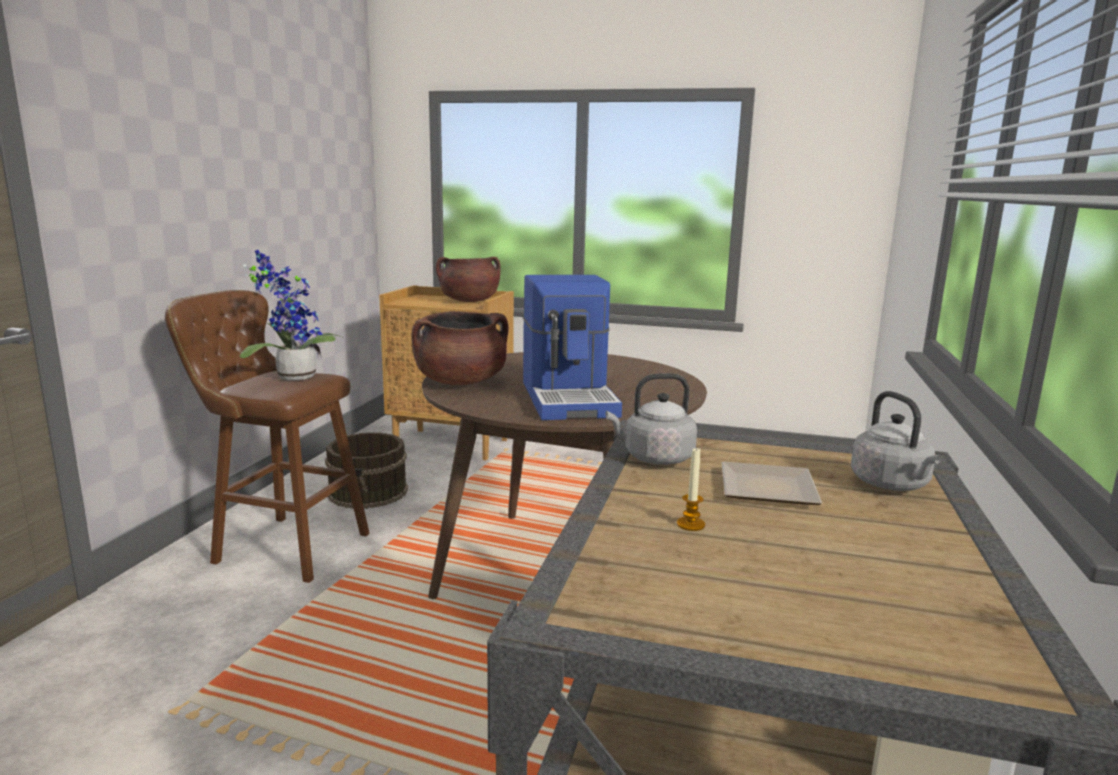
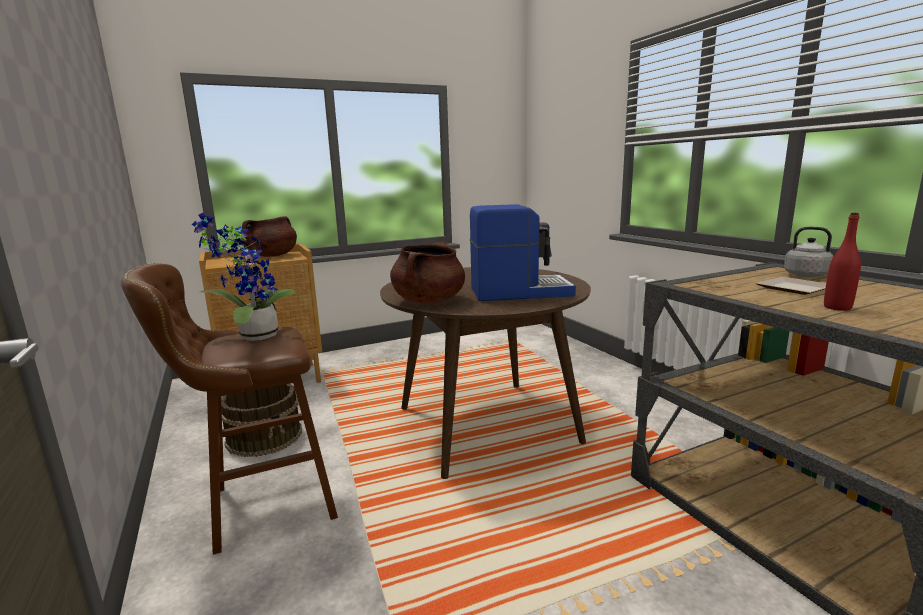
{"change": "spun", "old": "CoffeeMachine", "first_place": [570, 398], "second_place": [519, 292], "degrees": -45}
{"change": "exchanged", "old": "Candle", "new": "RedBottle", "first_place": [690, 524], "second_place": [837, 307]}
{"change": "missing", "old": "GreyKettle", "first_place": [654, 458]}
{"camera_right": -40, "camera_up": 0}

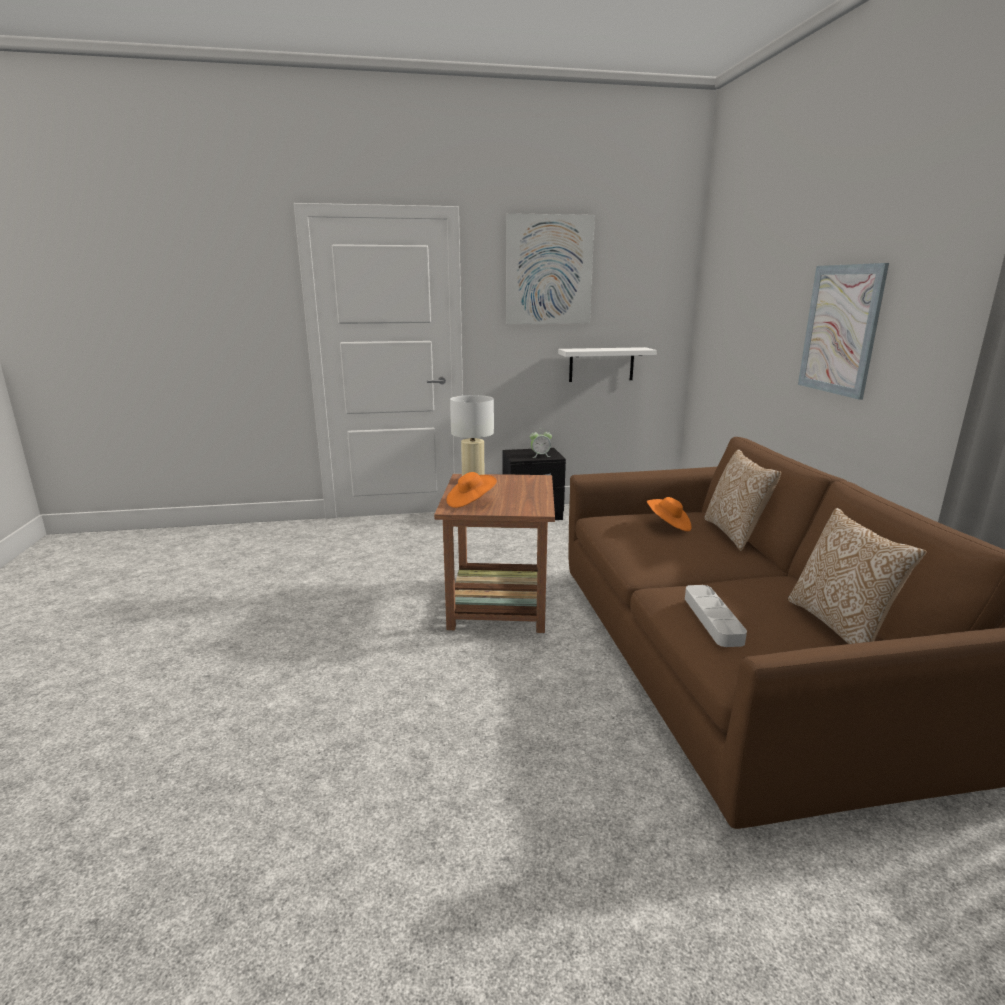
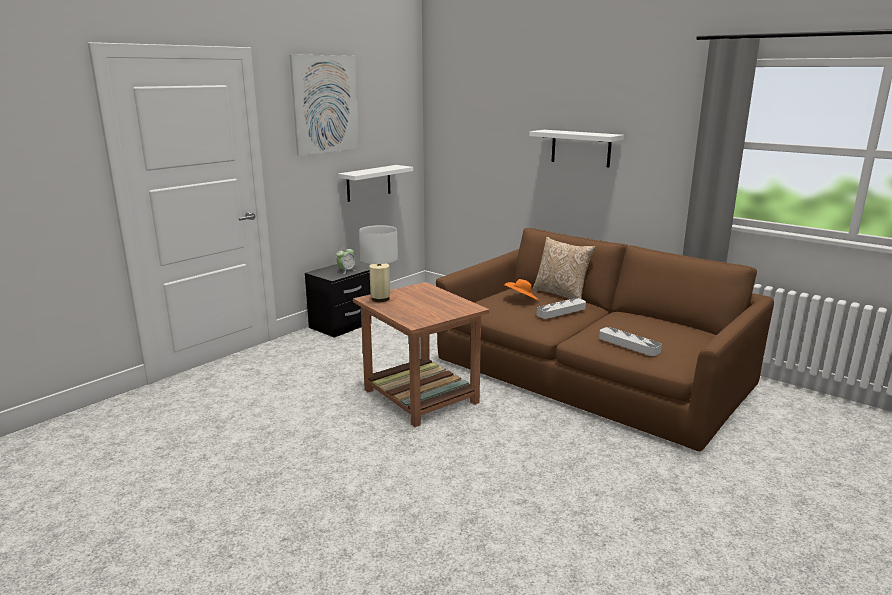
{"change": "exchanged", "old": "Picture", "new": "WhiteShelf", "first_place": [840, 330], "second_place": [581, 148]}
{"change": "appeared", "new": "GreyTray", "second_place": [561, 311]}
{"change": "missing", "old": "OrangeHat", "first_place": [471, 502]}
{"change": "missing", "old": "Pillow", "first_place": [840, 626]}
{"camera_right": -40, "camera_up": 0}

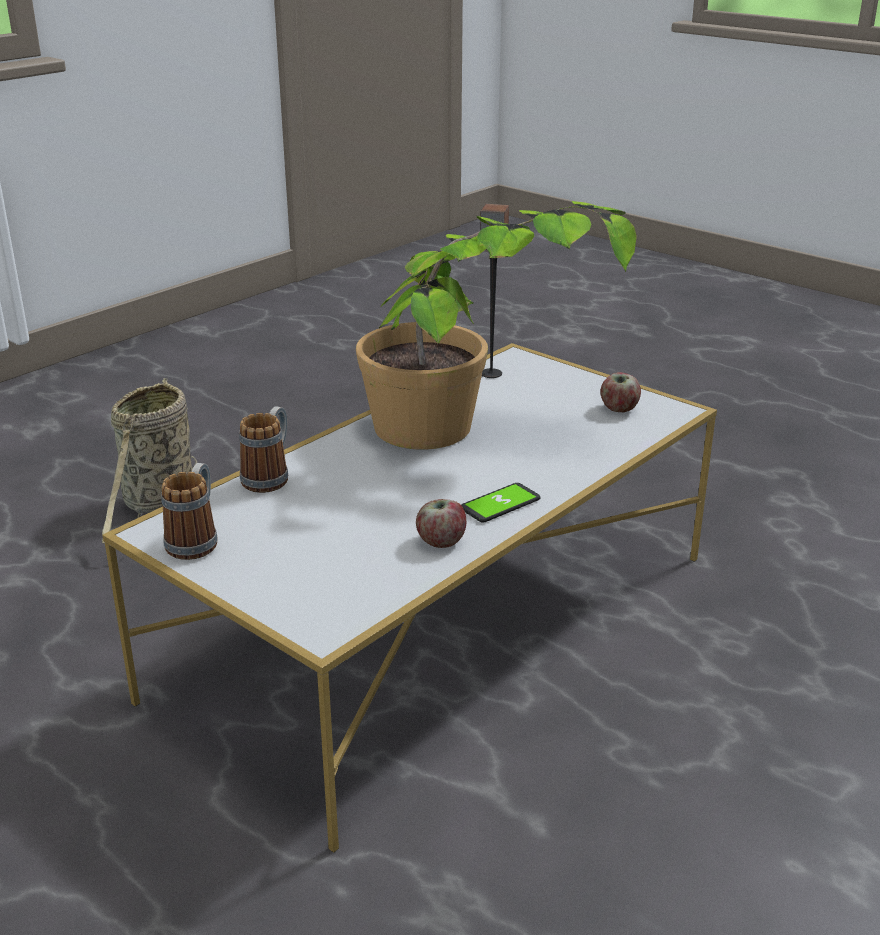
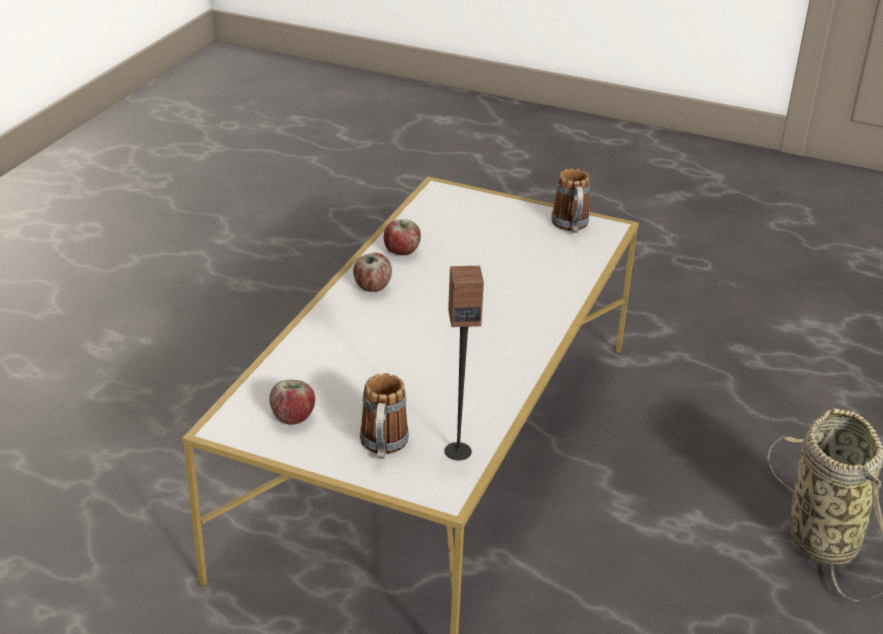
{"change": "exchanged", "old": "Phone", "new": "Apple", "first_place": [500, 504], "second_place": [372, 287]}
{"change": "relocated", "old": "Mug", "first_place": [270, 476], "second_place": [383, 447]}
{"change": "missing", "old": "PottedPlant", "first_place": [472, 436]}
{"camera_right": 160, "camera_up": 5}

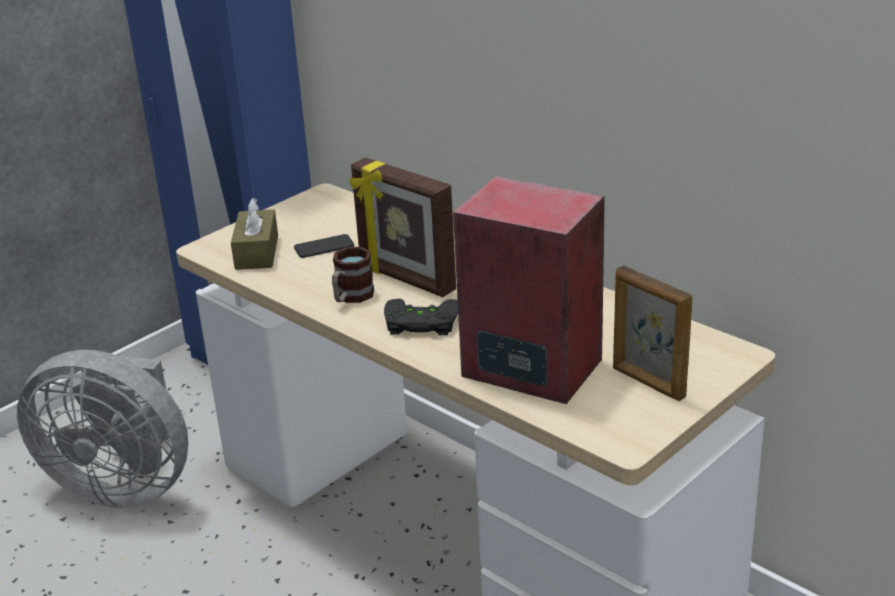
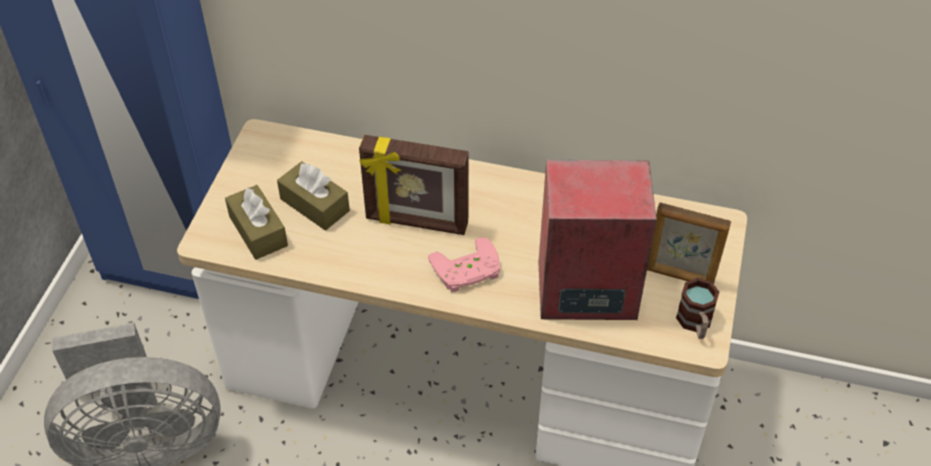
{"change": "exchanged", "old": "Phone", "new": "BrownTissueBox", "first_place": [324, 247], "second_place": [314, 205]}
{"change": "colour", "old": "BlackGameController", "new": "PinkGameController", "first_place": [421, 324], "second_place": [467, 271]}
{"change": "relocated", "old": "Mug", "first_place": [351, 297], "second_place": [695, 324]}
{"camera_right": -30, "camera_up": 20}

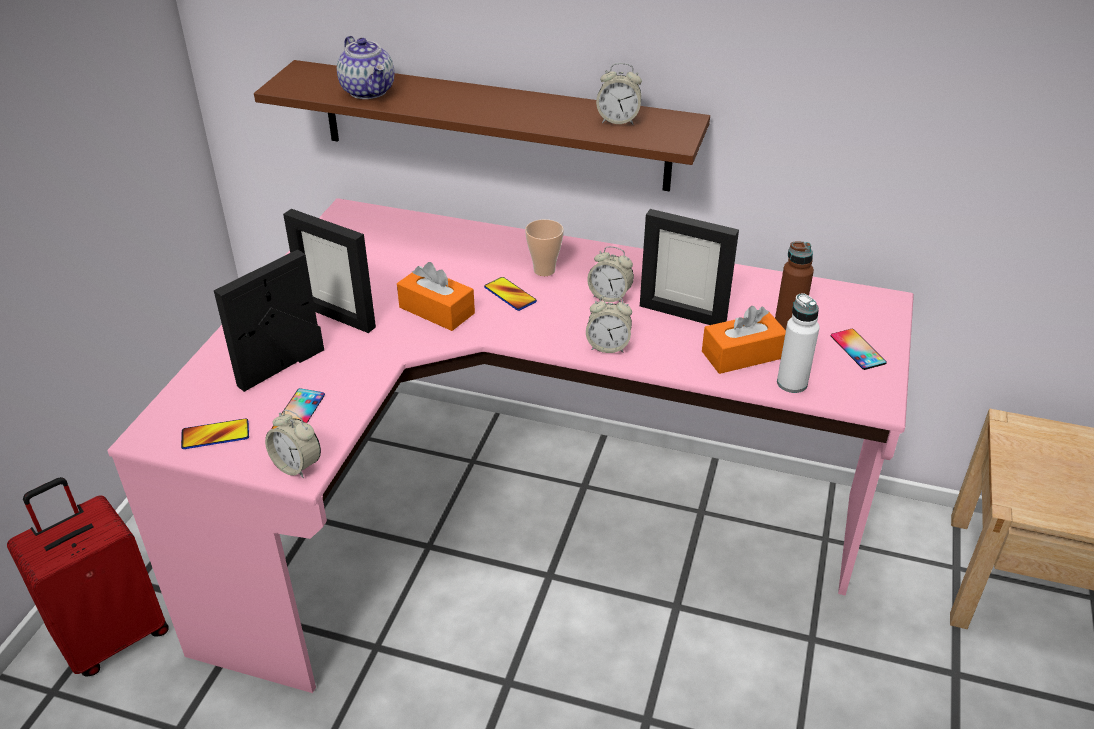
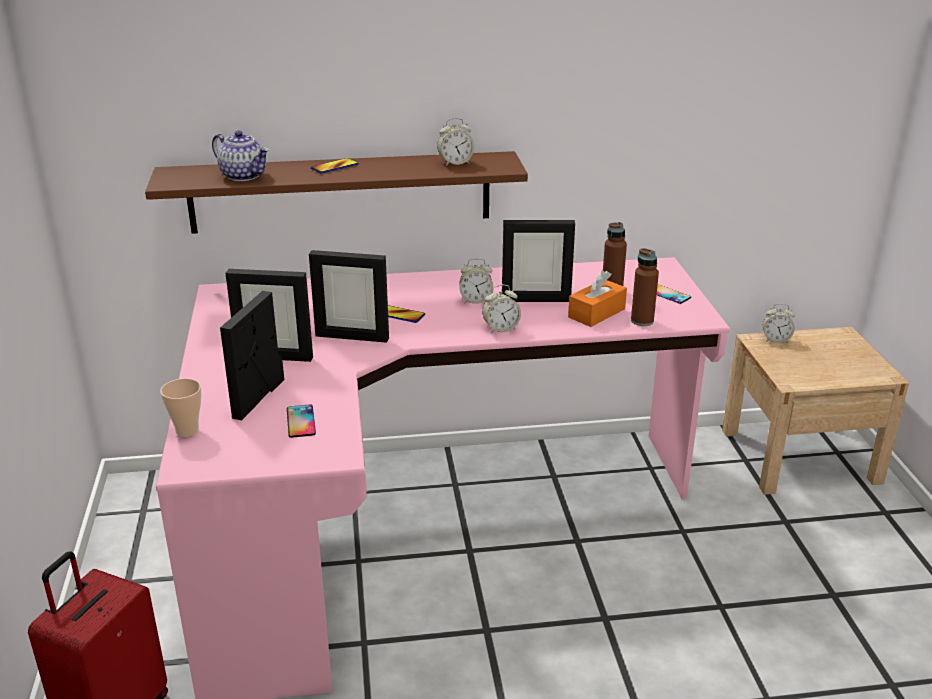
{"change": "relocated", "old": "Cup", "first_place": [544, 270], "second_place": [187, 431]}
{"change": "exchanged", "old": "OrangeTissueBox", "new": "PictureFrame", "first_place": [436, 310], "second_place": [352, 336]}
{"change": "relocated", "old": "Phone", "first_place": [215, 435], "second_place": [334, 167]}
{"change": "colour", "old": "WhiteBottle", "new": "BrownBottle", "first_place": [792, 383], "second_place": [642, 321]}
{"change": "relocated", "old": "AlarmClock", "first_place": [297, 465], "second_place": [775, 340]}
{"camera_right": -25, "camera_up": -10}

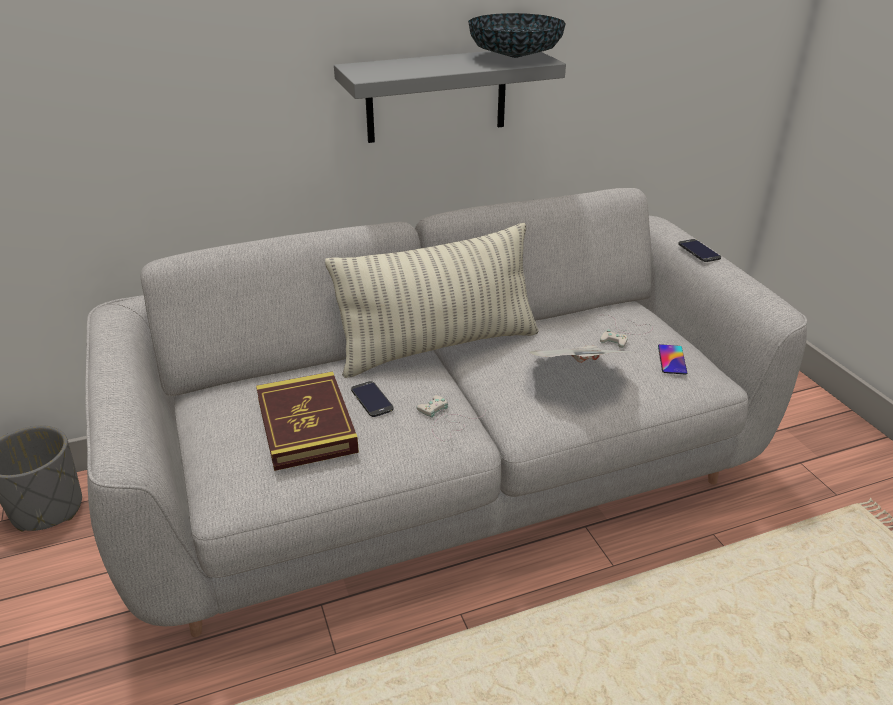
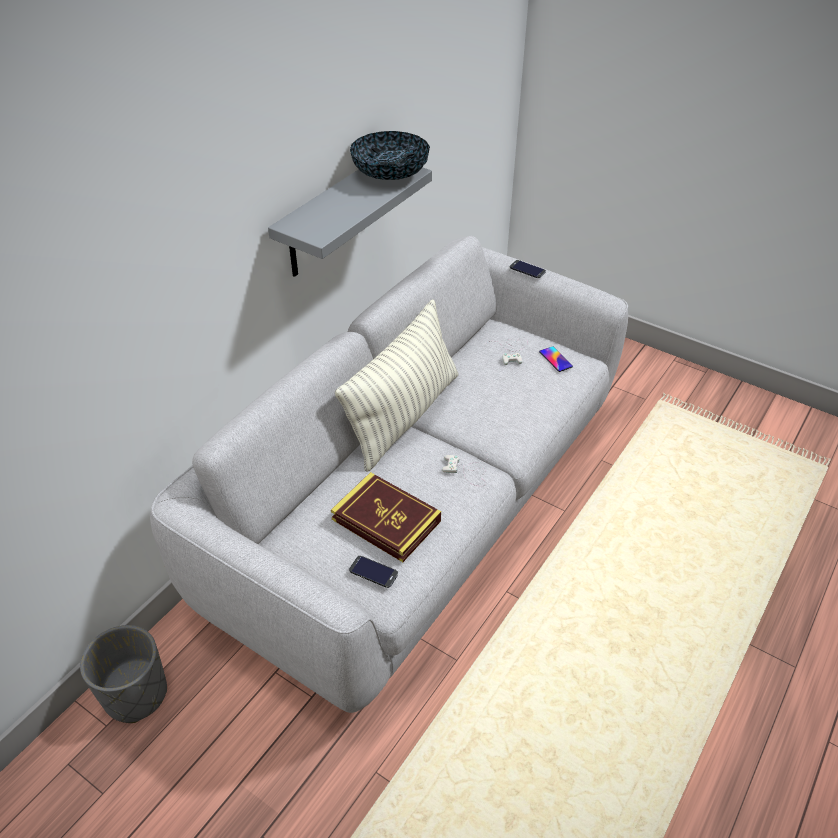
{"change": "relocated", "old": "Phone", "first_place": [372, 399], "second_place": [373, 572]}
{"change": "missing", "old": "Newspaper", "first_place": [578, 376]}
{"camera_right": -35, "camera_up": 10}

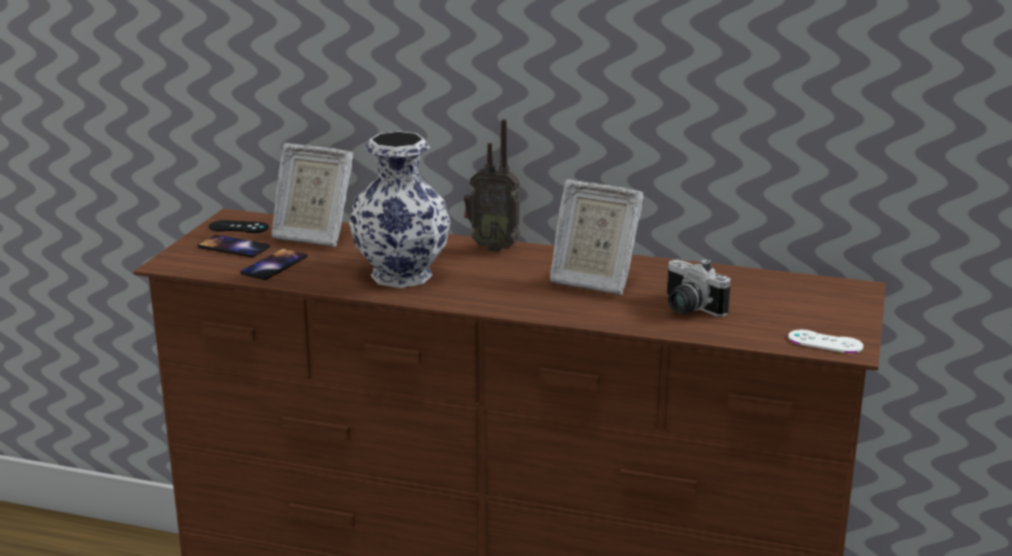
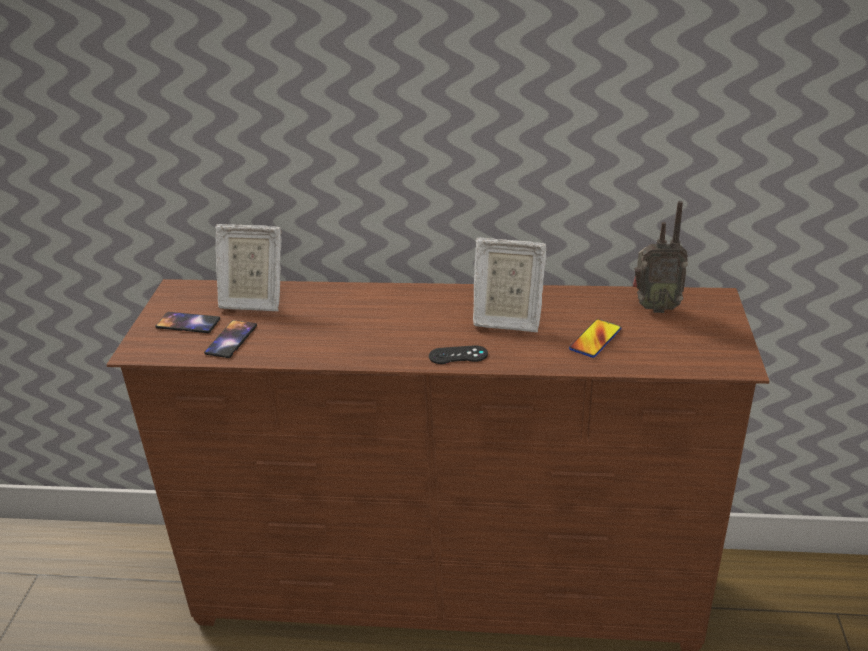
{"change": "relocated", "old": "BlackGameController", "first_place": [238, 227], "second_place": [458, 355]}
{"change": "exchanged", "old": "PhotoCamera", "new": "Phone", "first_place": [687, 309], "second_place": [595, 339]}
{"change": "relocated", "old": "Radio", "first_place": [493, 247], "second_place": [655, 307]}
{"change": "missing", "old": "Vase", "first_place": [403, 275]}
{"change": "missing", "old": "WhiteGameController", "first_place": [825, 342]}
{"camera_right": -10, "camera_up": 10}

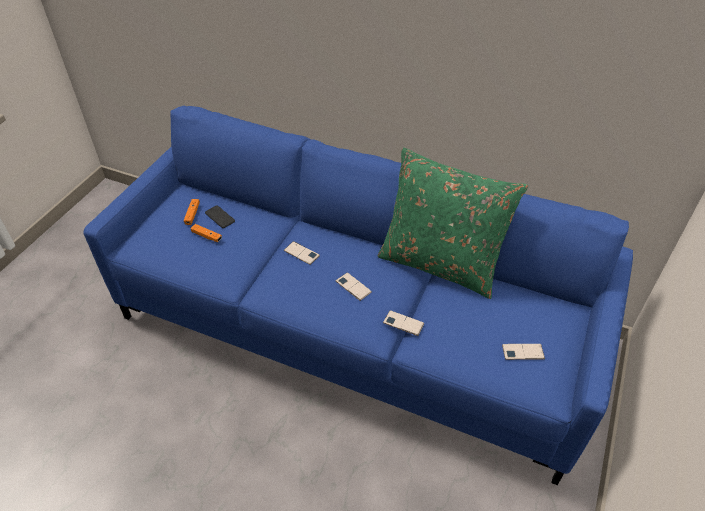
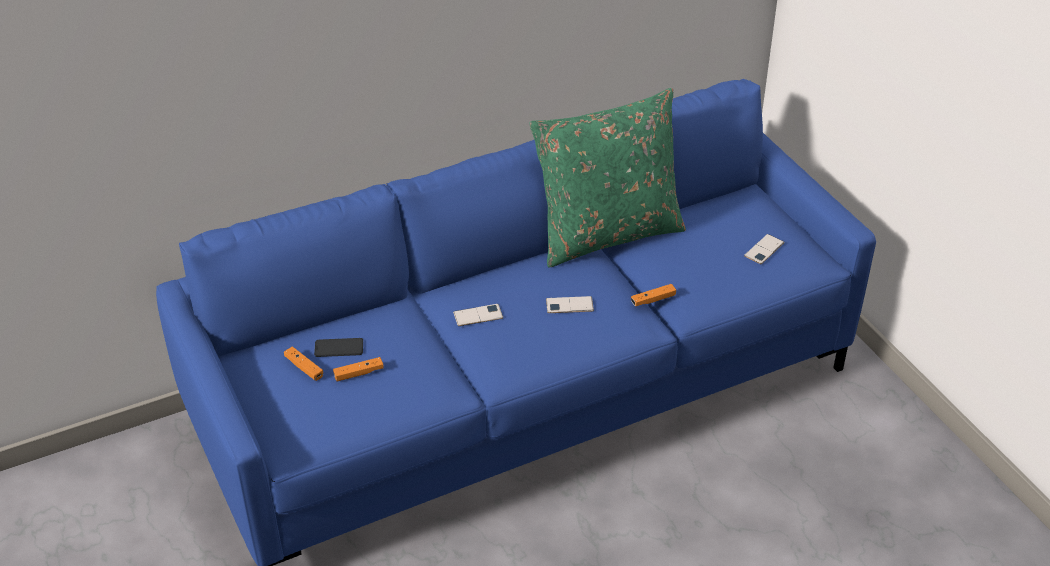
{"change": "exchanged", "old": "Phone", "new": "OrangeGameController", "first_place": [403, 323], "second_place": [653, 300]}
{"camera_right": -50, "camera_up": -5}

